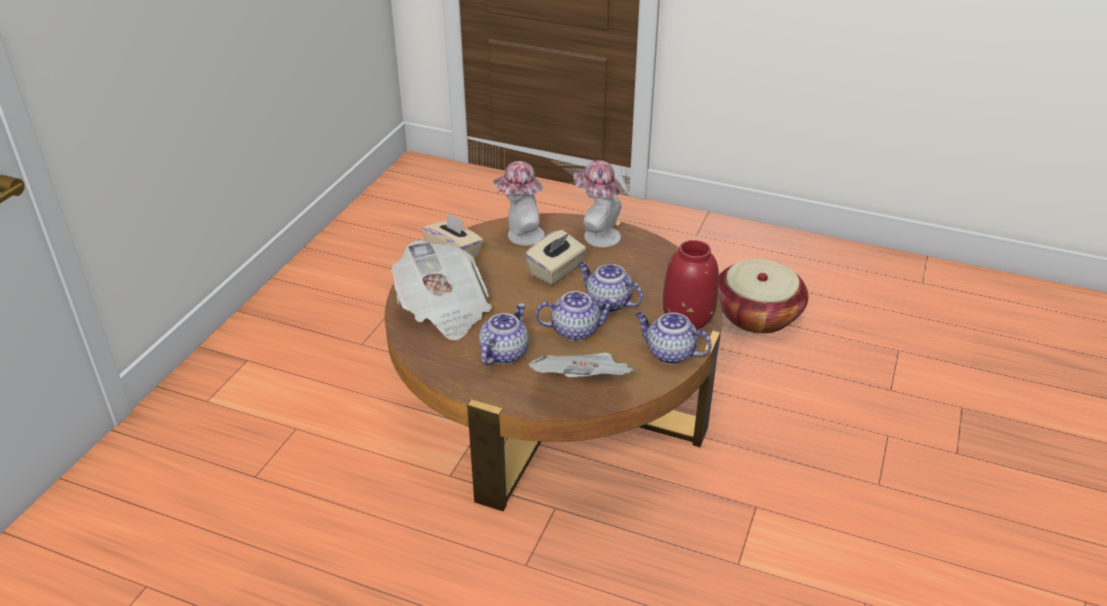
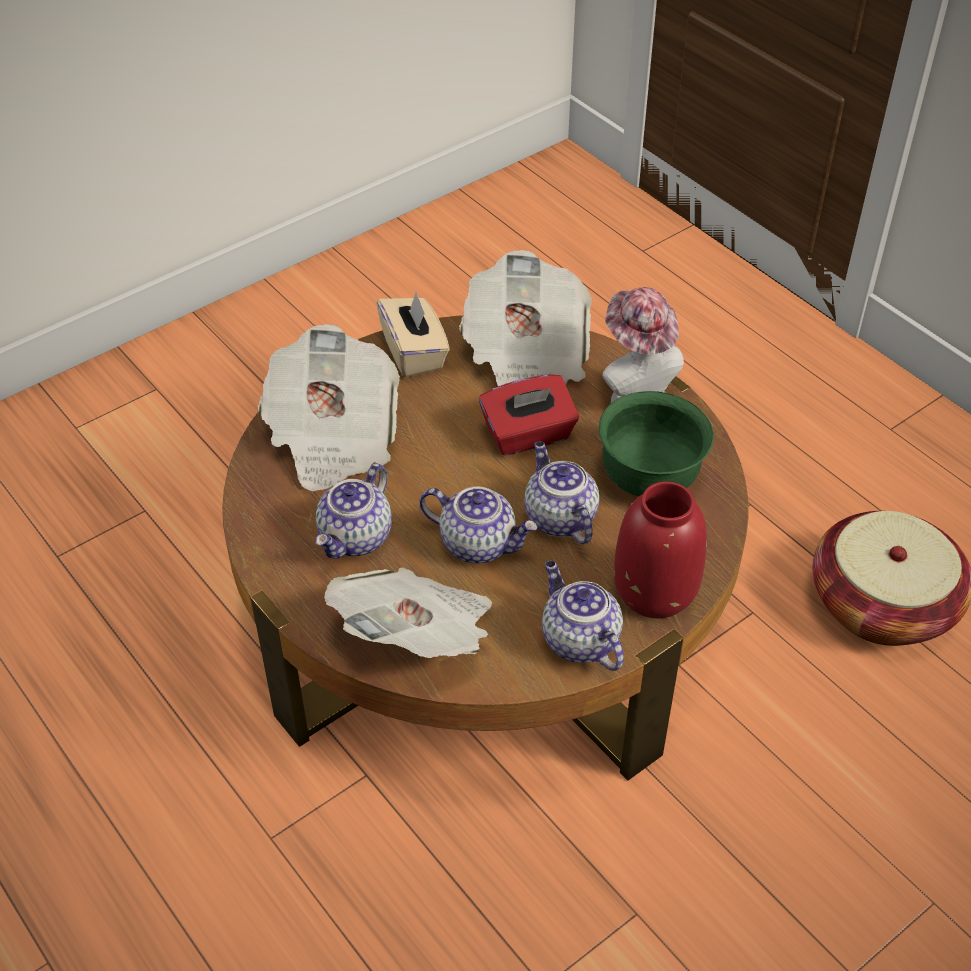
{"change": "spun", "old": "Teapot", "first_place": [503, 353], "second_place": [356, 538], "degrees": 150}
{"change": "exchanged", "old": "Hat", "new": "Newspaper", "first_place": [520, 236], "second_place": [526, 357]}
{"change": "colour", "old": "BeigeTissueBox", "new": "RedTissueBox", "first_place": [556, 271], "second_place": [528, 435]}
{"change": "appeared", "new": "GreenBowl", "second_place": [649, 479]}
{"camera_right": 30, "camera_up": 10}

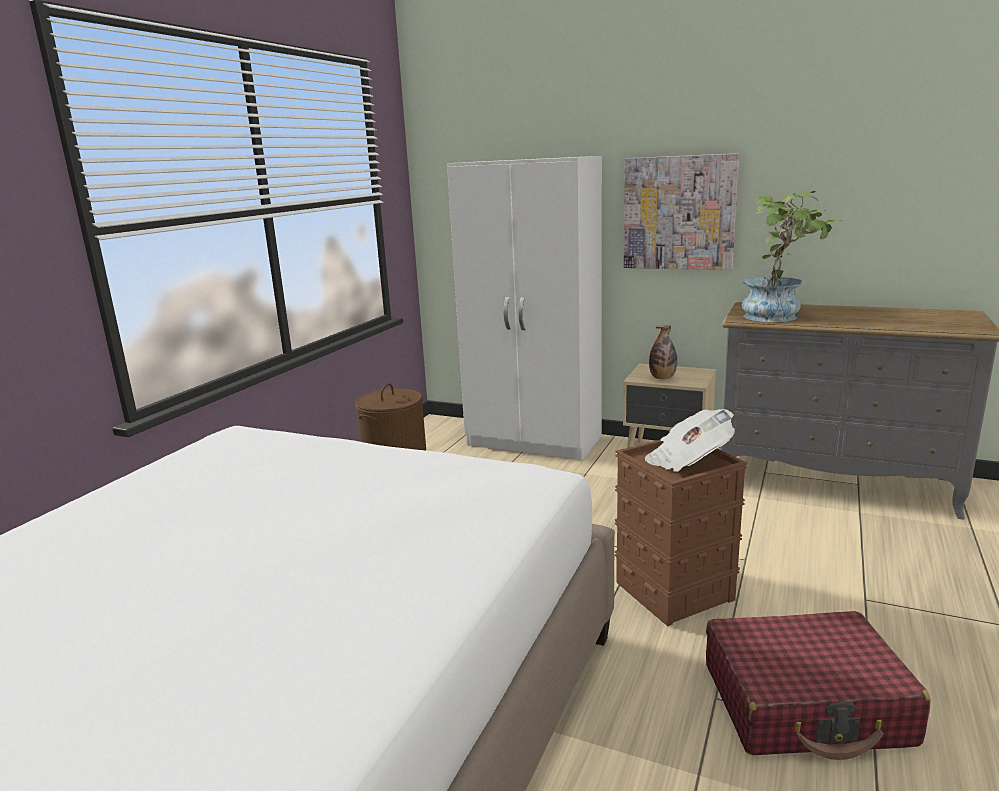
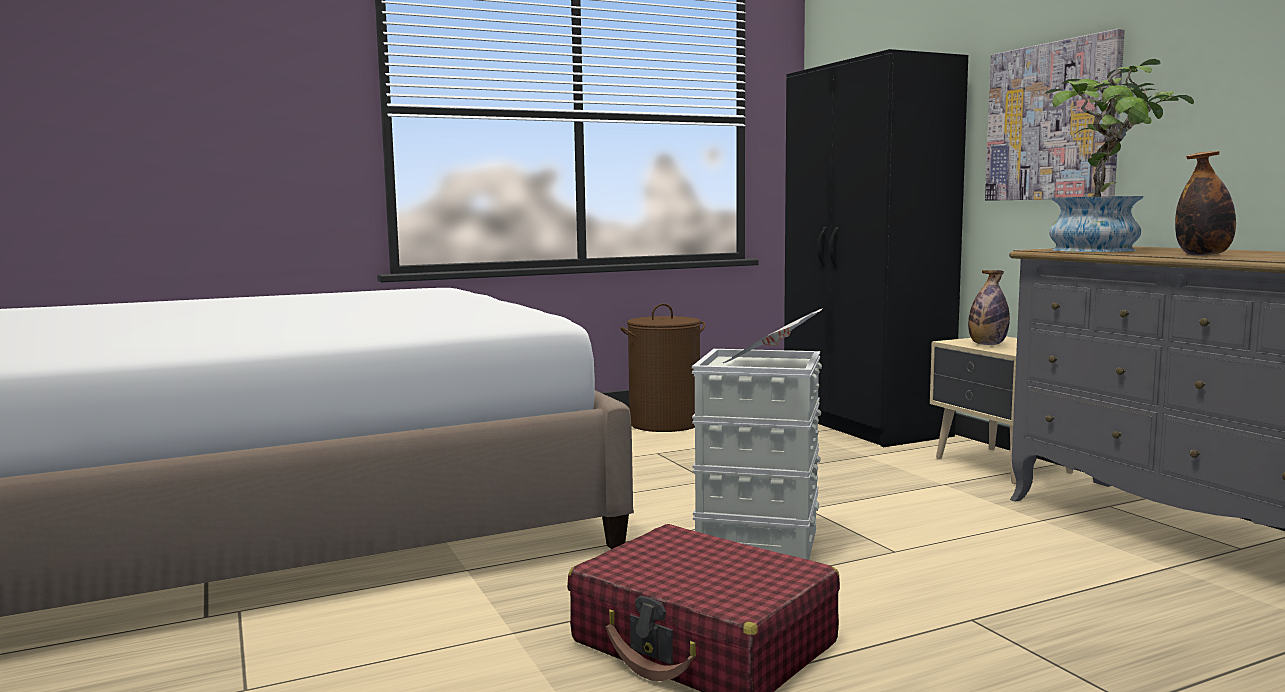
{"change": "colour", "old": "BrownStorageBox", "new": "GreyStorageBox", "first_place": [674, 590], "second_place": [759, 544]}
{"change": "colour", "old": "WhiteWardrobe", "new": "BlackWardrobe", "first_place": [535, 441], "second_place": [864, 425]}
{"change": "appeared", "new": "Bottle", "second_place": [1203, 255]}
{"camera_right": 40, "camera_up": -10}

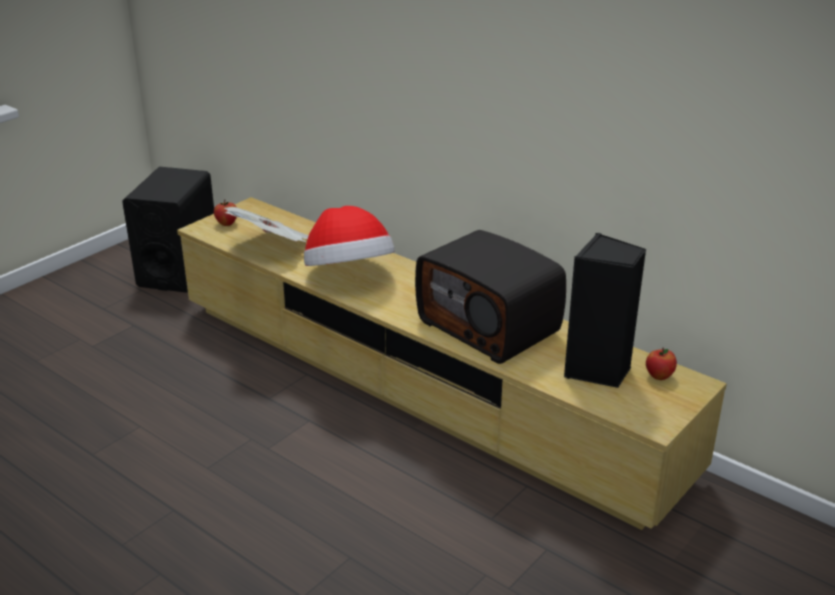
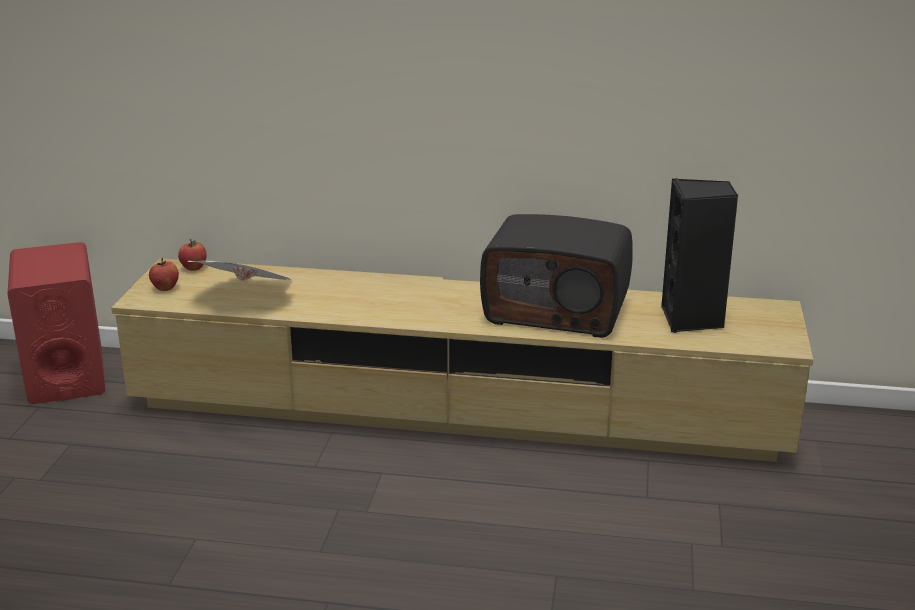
{"change": "colour", "old": "BlackSpeaker", "new": "RedSpeaker", "first_place": [179, 271], "second_place": [66, 375]}
{"change": "relocated", "old": "Apple", "first_place": [659, 376], "second_place": [193, 268]}
{"change": "missing", "old": "Hat", "first_place": [348, 274]}
{"camera_right": -30, "camera_up": -5}

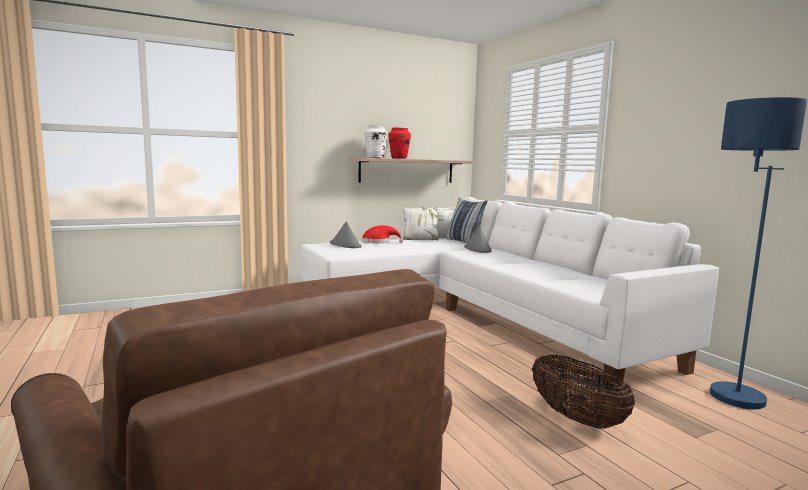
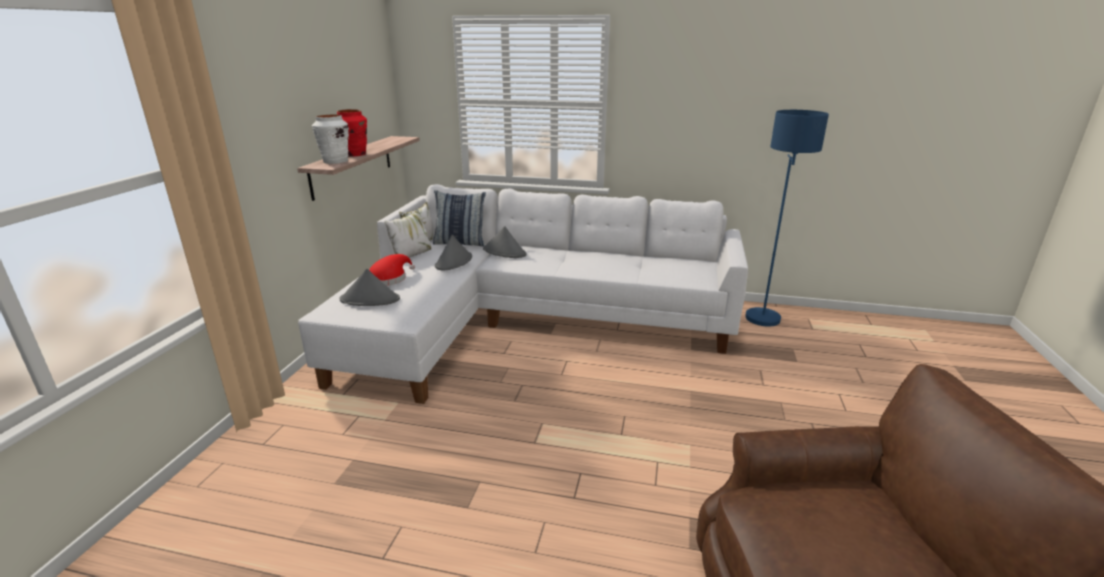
{"change": "appeared", "new": "GreyHat", "second_place": [454, 262]}
{"change": "missing", "old": "Basket", "first_place": [576, 418]}
{"camera_right": -50, "camera_up": 15}

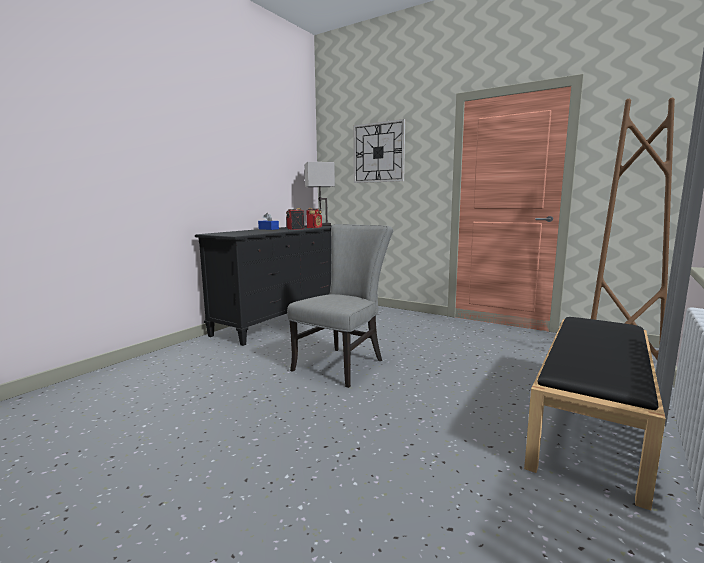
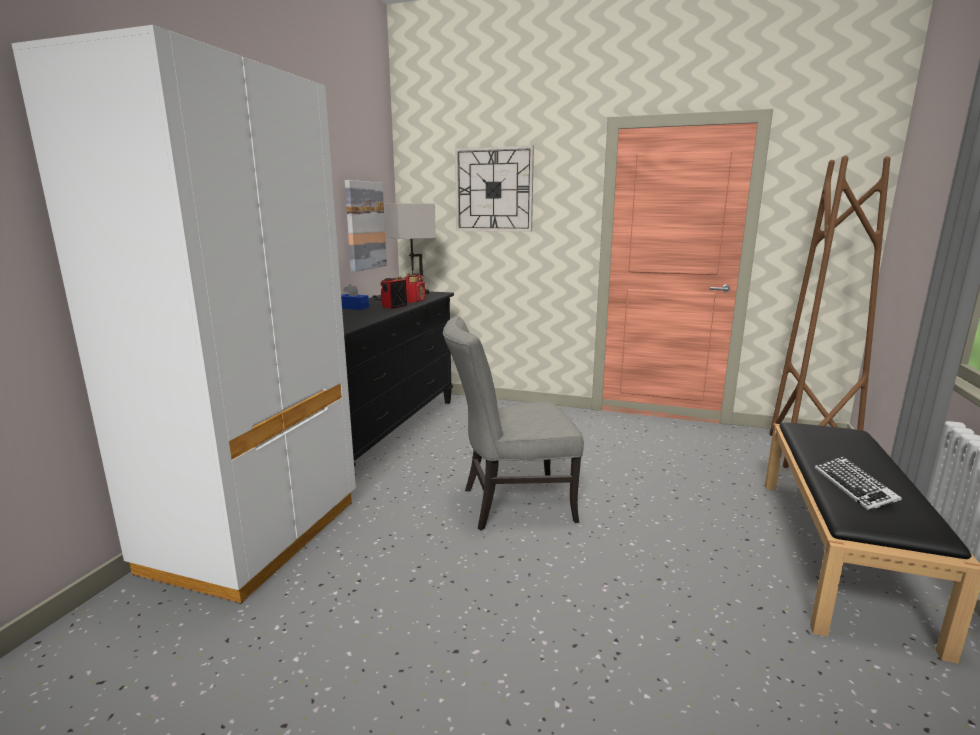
{"change": "appeared", "new": "WhiteWardrobe", "second_place": [255, 535]}
{"change": "appeared", "new": "Picture", "second_place": [364, 225]}
{"change": "spun", "old": "GreyChair", "first_place": [343, 364], "second_place": [510, 504], "degrees": -120}
{"change": "appeared", "new": "Keyboard", "second_place": [854, 488]}
{"camera_right": -15, "camera_up": 5}

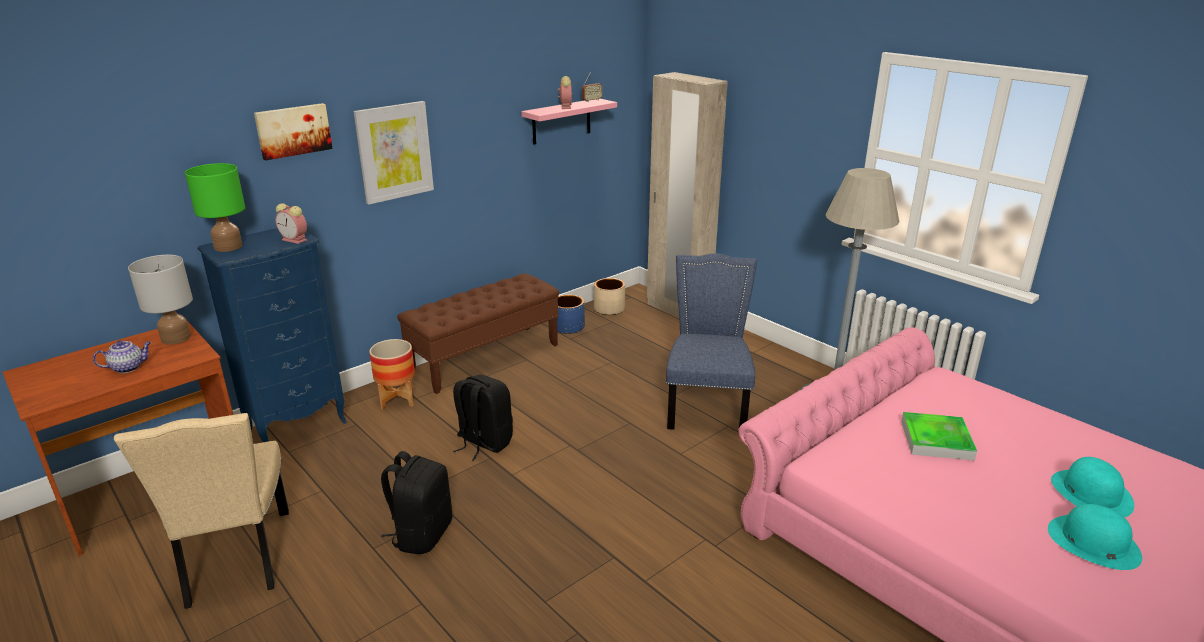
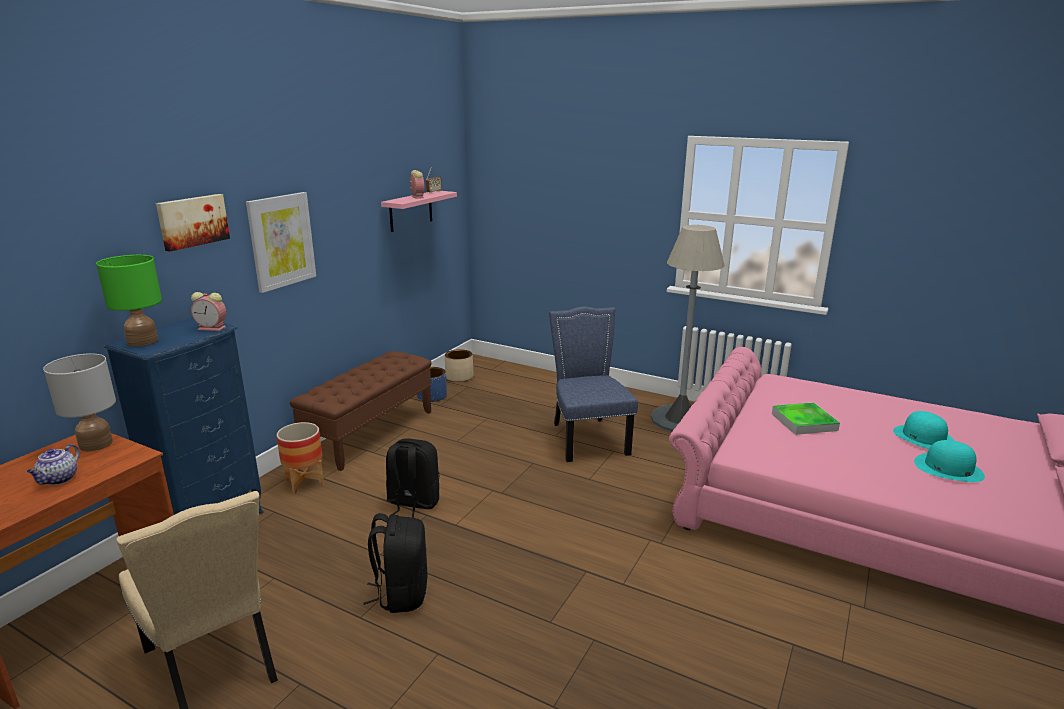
{"change": "spun", "old": "Teapot", "first_place": [128, 367], "second_place": [59, 479], "degrees": 150}
{"change": "missing", "old": "BeigeWardrobe", "first_place": [678, 310]}
{"camera_right": -20, "camera_up": -5}

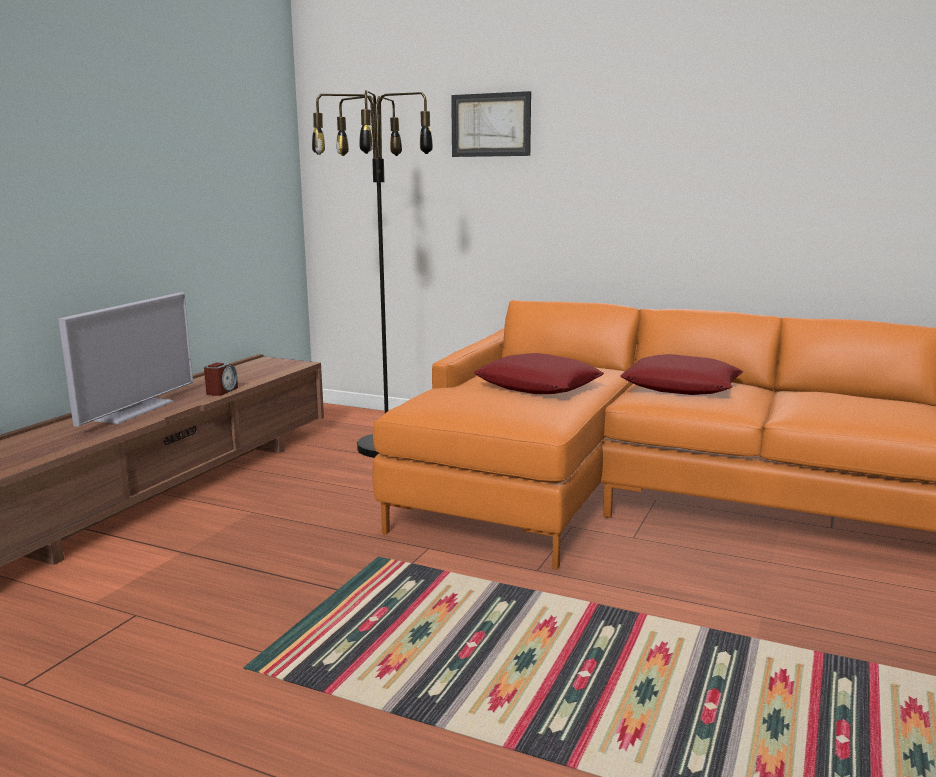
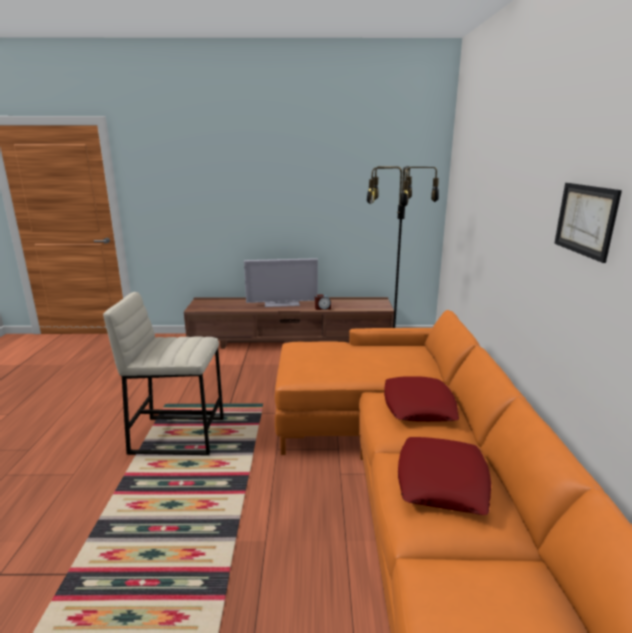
{"change": "appeared", "new": "BeigeStool", "second_place": [178, 435]}
{"change": "relocated", "old": "RedPillow", "first_place": [538, 385], "second_place": [442, 481]}
{"change": "relocated", "old": "Picture", "first_place": [491, 125], "second_place": [585, 220]}
{"camera_right": 65, "camera_up": 5}

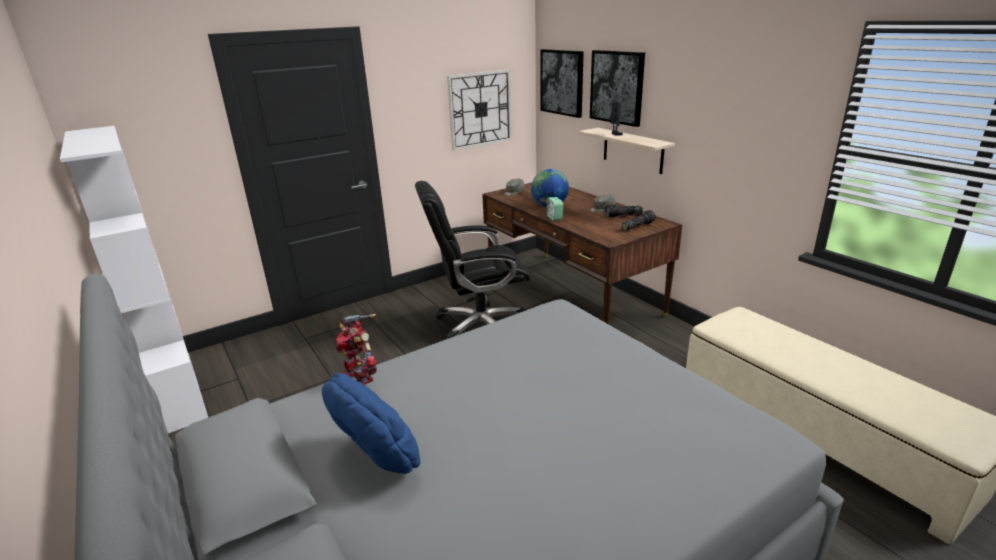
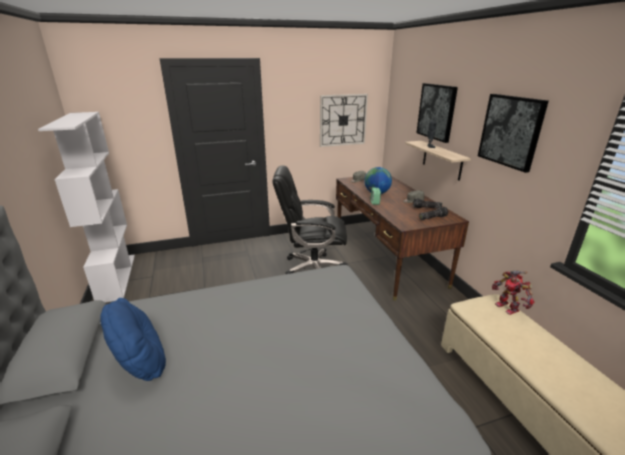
{"change": "relocated", "old": "Picture", "first_place": [562, 82], "second_place": [510, 131]}
{"change": "relocated", "old": "ToyRobot", "first_place": [359, 377], "second_place": [508, 307]}
{"camera_right": 15, "camera_up": 0}

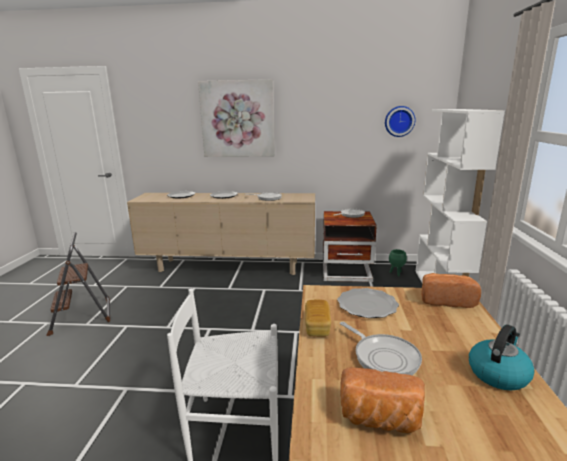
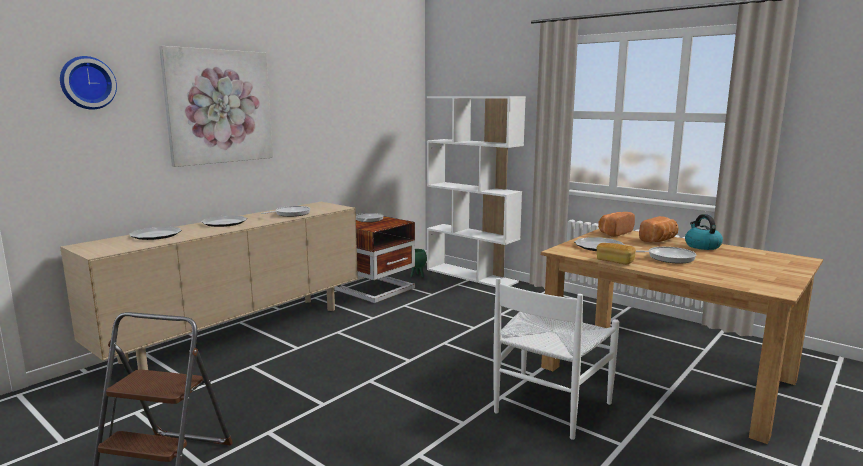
{"change": "relocated", "old": "WallClock", "first_place": [399, 121], "second_place": [87, 83]}
{"change": "relocated", "old": "Bread", "first_place": [379, 420], "second_place": [659, 240]}
{"camera_right": -55, "camera_up": -5}

